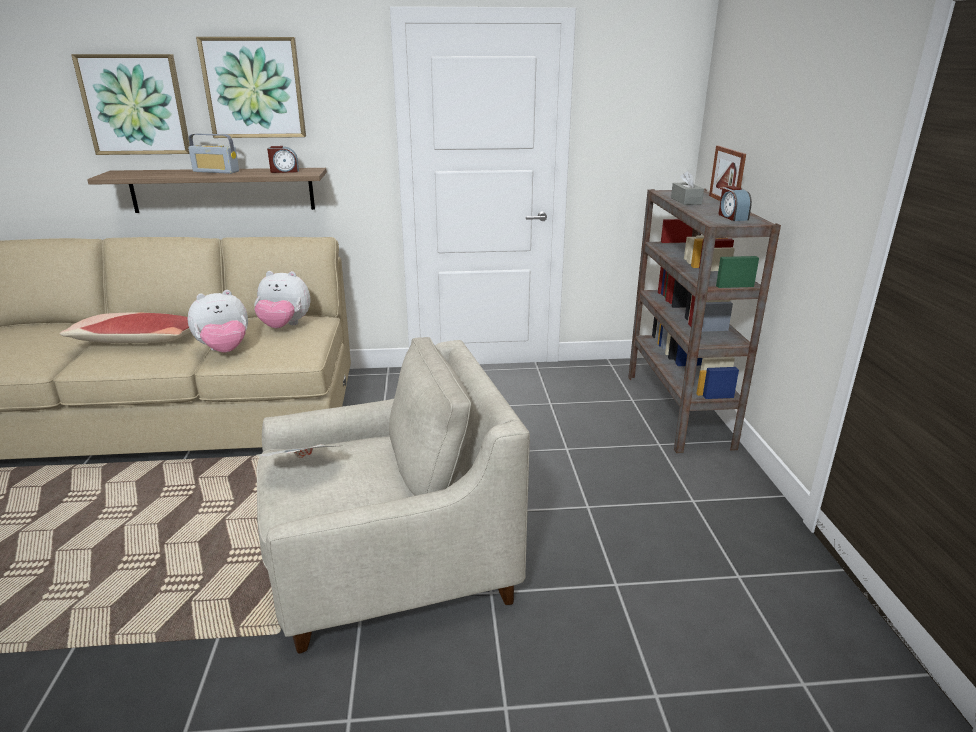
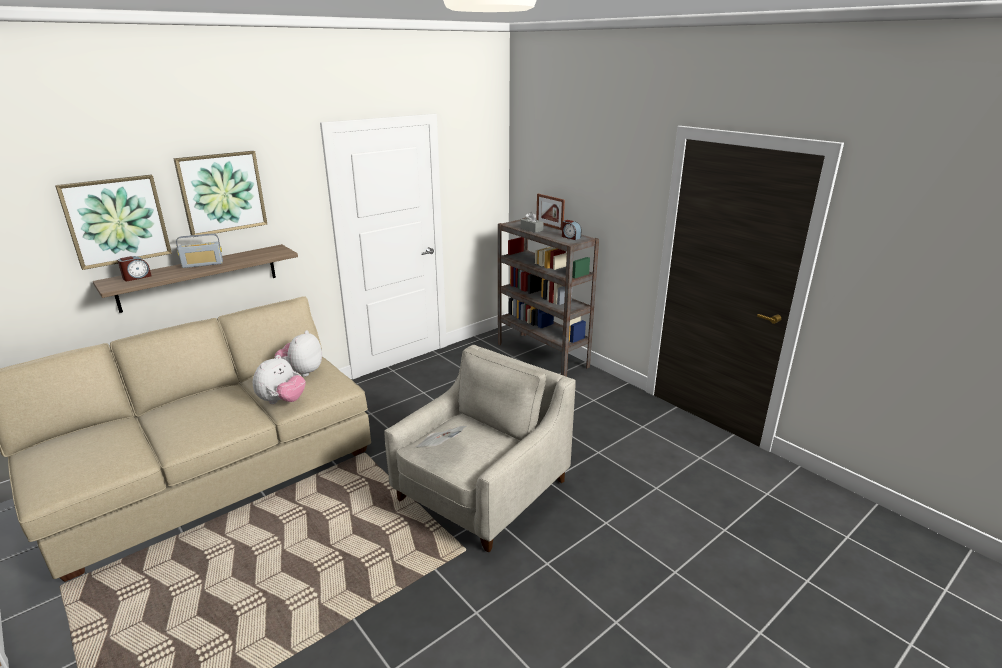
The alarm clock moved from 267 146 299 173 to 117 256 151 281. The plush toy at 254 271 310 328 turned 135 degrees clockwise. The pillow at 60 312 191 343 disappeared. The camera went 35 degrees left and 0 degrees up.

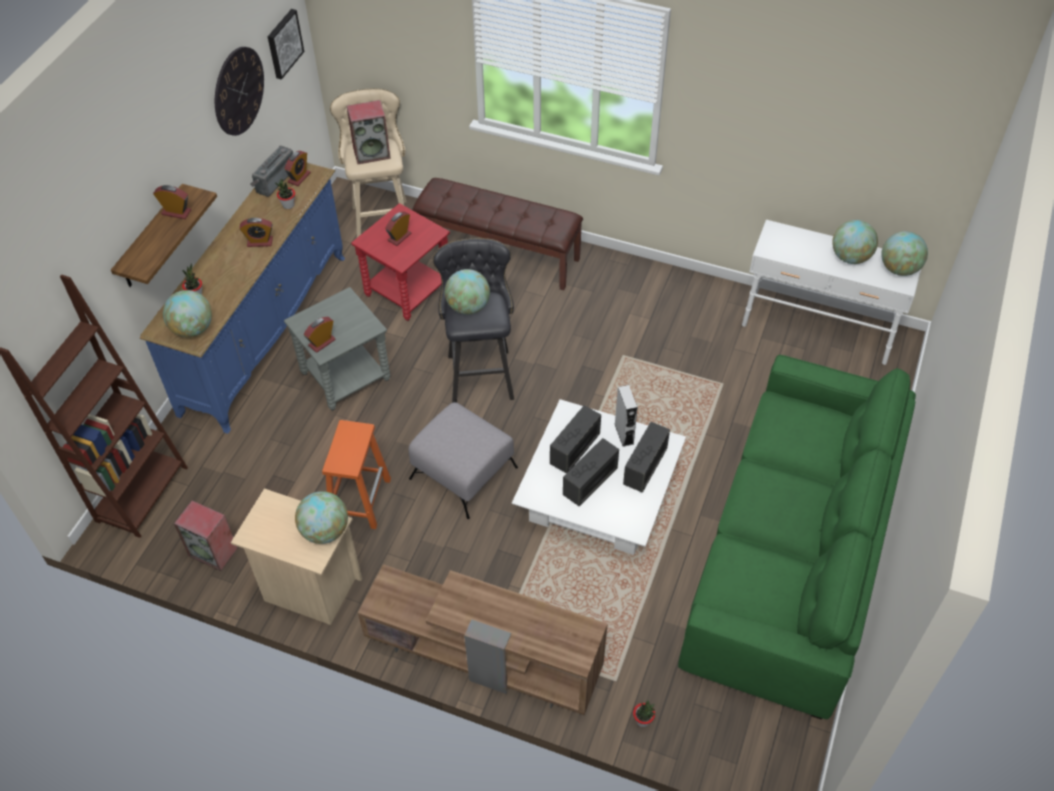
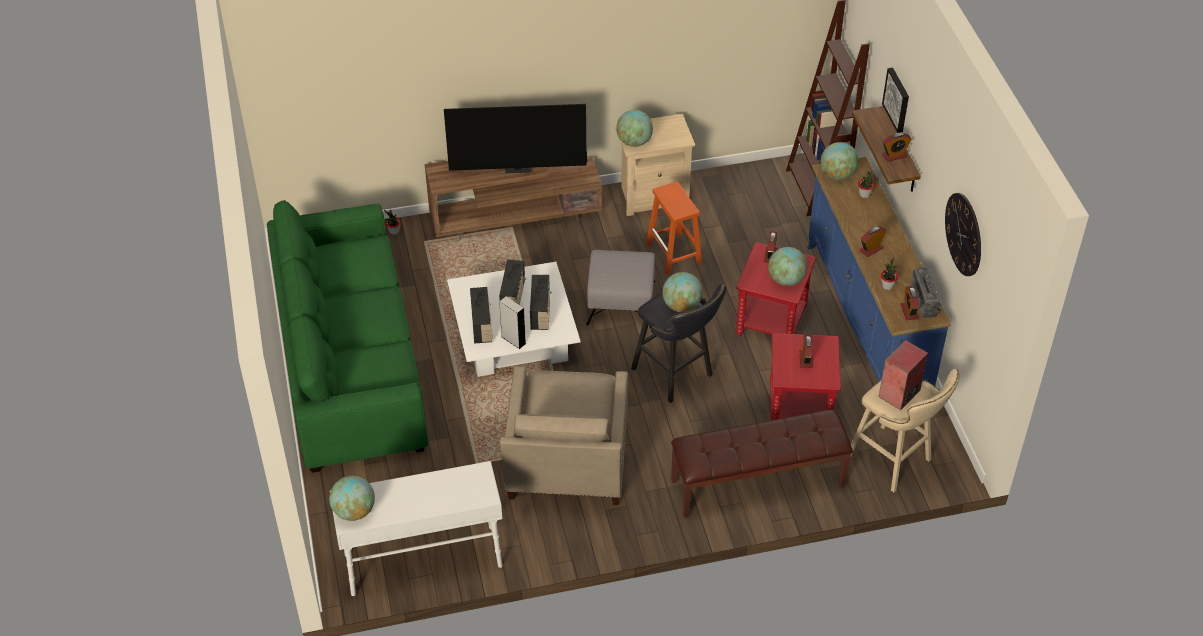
The television at 444 104 587 173 appeared. The beige armchair at 500 366 628 505 appeared. The grey side table at 284 287 390 410 became the red side table at 736 242 816 336. The globe moved from 832 220 878 264 to 768 247 807 286. The picture moved from 268 9 304 80 to 882 68 909 133. The speaker at 174 501 238 571 disappeared. The camera went 145 degrees right and 5 degrees down.

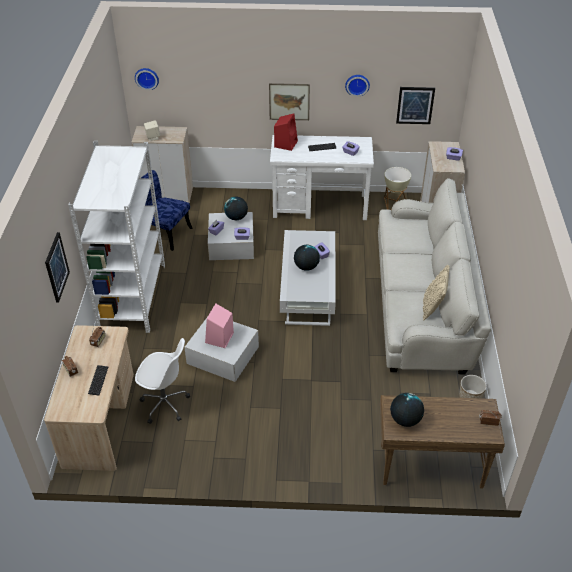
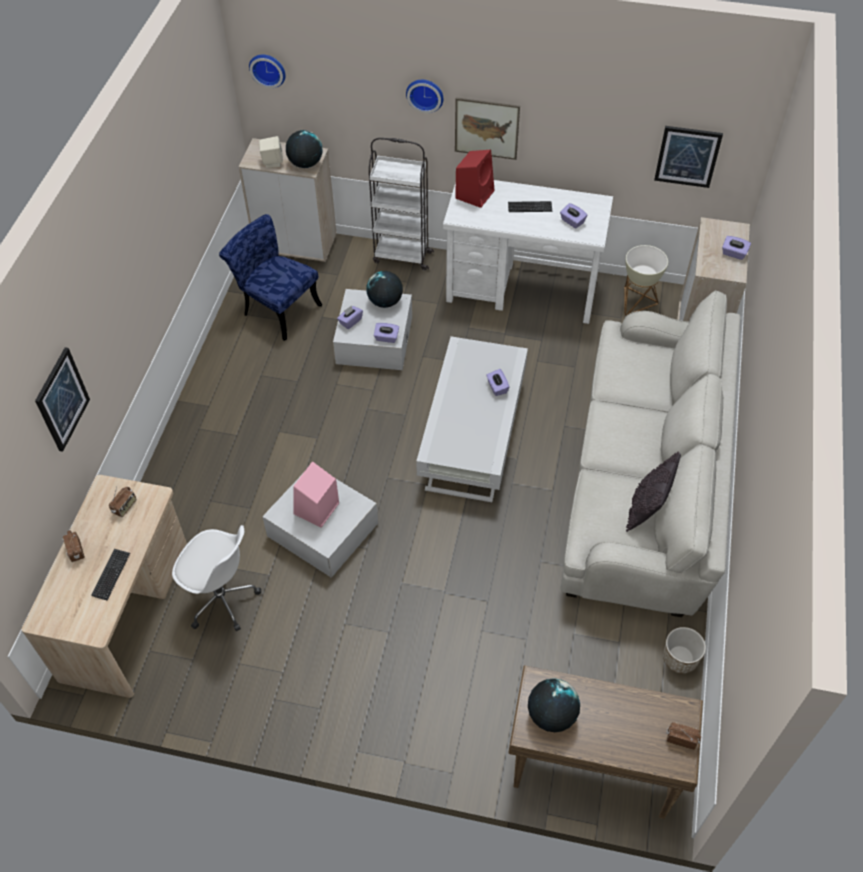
The globe moved from 294 245 320 271 to 286 130 322 168. The white cart at 369 138 434 271 appeared. The wall clock moved from 345 75 370 97 to 406 80 443 113. The beige pillow at 423 265 450 321 became the black pillow at 626 452 681 532. The white bookcase at 68 141 165 333 disappeared. The camera went 10 degrees right and 10 degrees up.

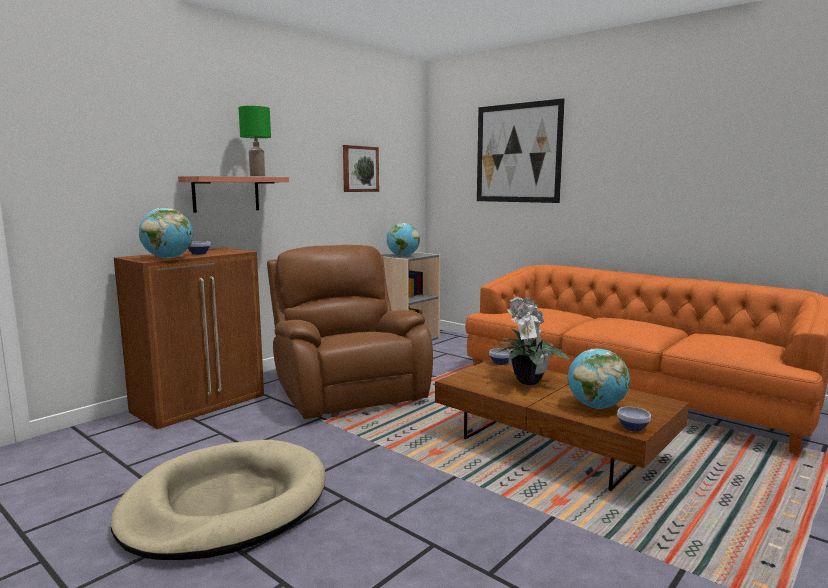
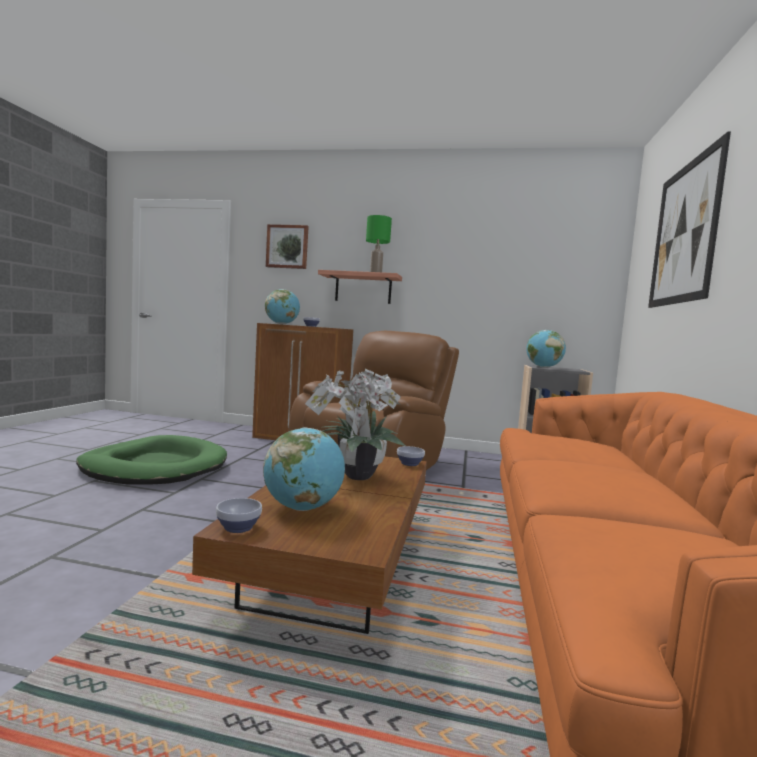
The beige dog bed at 111 440 326 560 became the green dog bed at 76 435 227 485. The picture moved from 343 145 379 192 to 266 224 309 269. The camera went 60 degrees right and 5 degrees down.

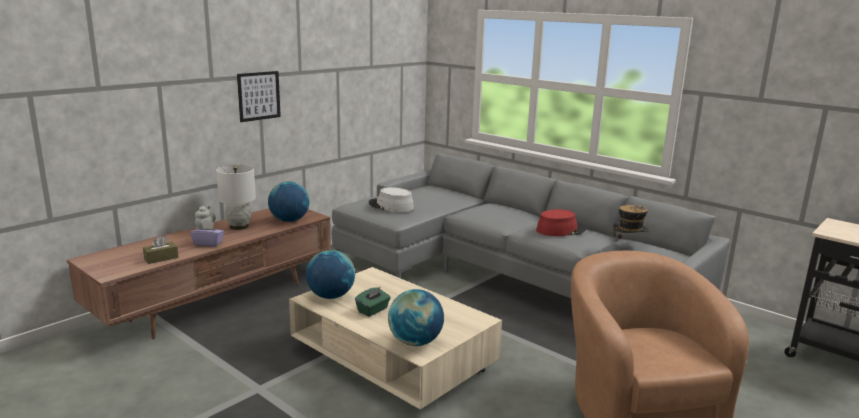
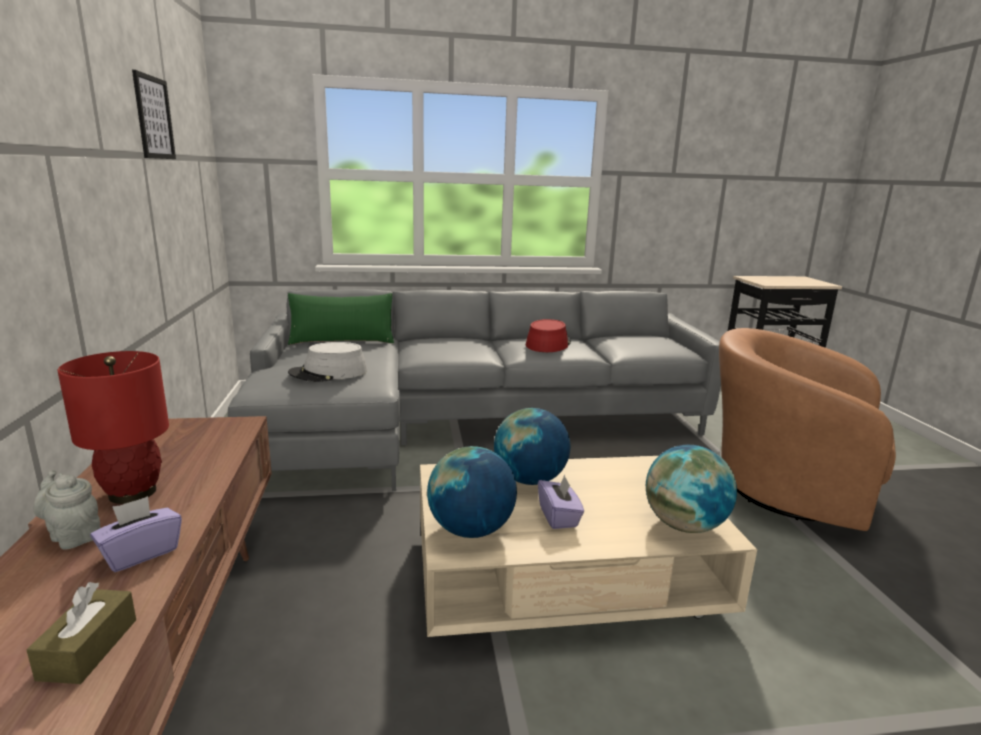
The white table lamp at 216 165 256 230 became the red table lamp at 58 351 169 504. The picture moved from 237 71 281 122 to 132 70 176 159. The green pillow at 288 293 394 345 appeared. The globe moved from 268 181 309 222 to 494 408 570 485. The green tissue box at 355 287 391 317 became the purple tissue box at 538 475 584 529. The hat at 612 205 649 248 disappeared. The camera went 50 degrees left and 0 degrees up.

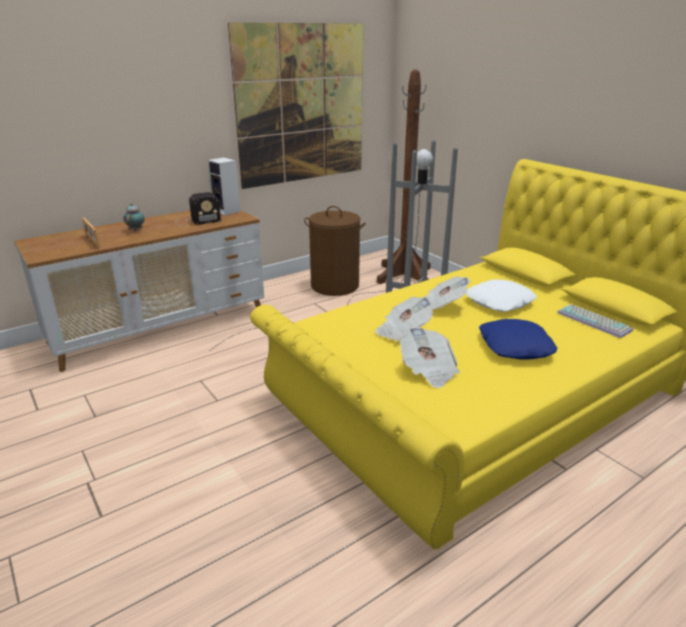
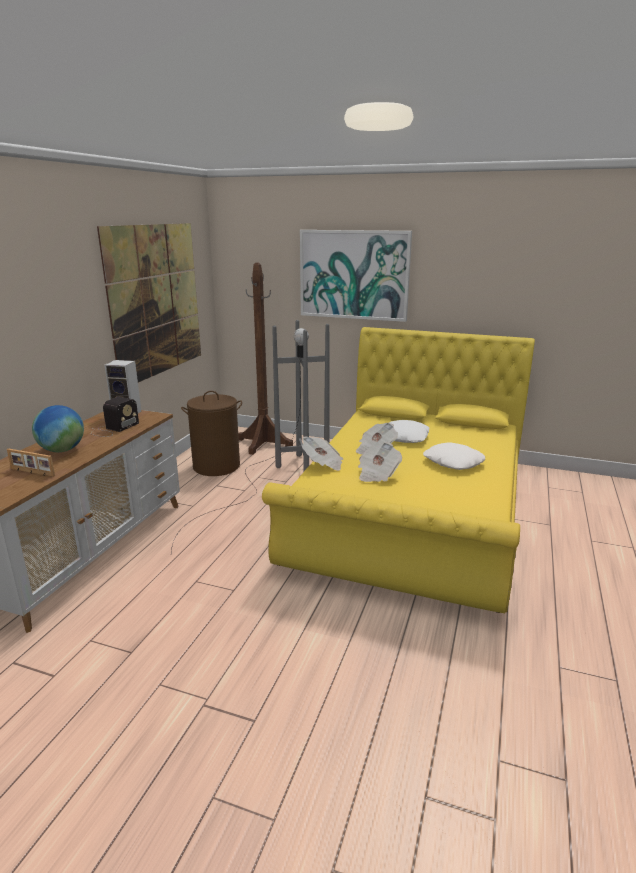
The teapot at 123 203 145 231 was replaced by the globe at 32 405 84 452. The picture at 300 230 412 322 appeared. The newspaper moved from 400 326 460 388 to 302 436 343 471. The blue pillow at 479 319 557 360 became the white pillow at 423 442 485 470. The keyboard at 557 304 633 338 disappeared. The camera went 35 degrees left and 5 degrees down.

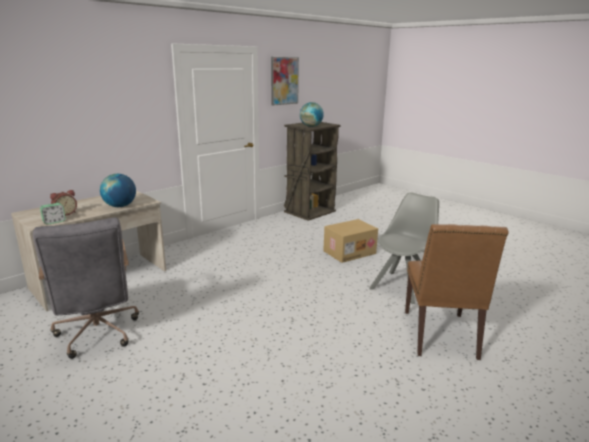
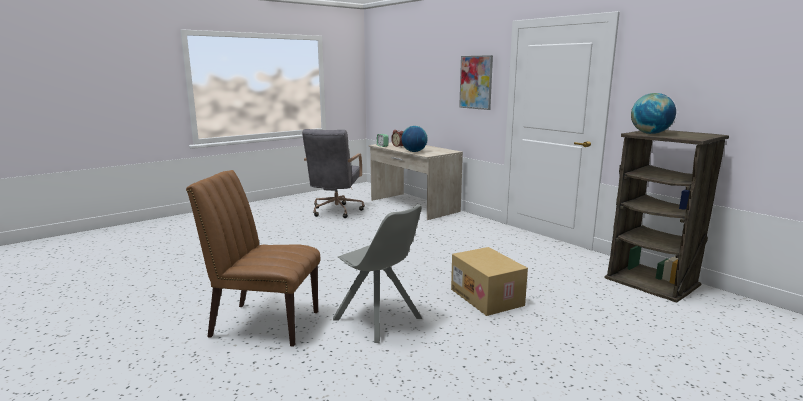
The grey office chair at 33 217 139 359 turned 60 degrees counterclockwise. The picture moved from 271 57 299 105 to 459 55 493 110. The camera went 95 degrees right and 5 degrees down.

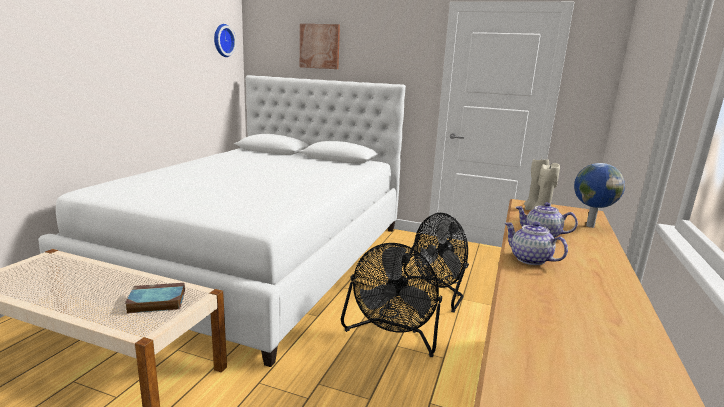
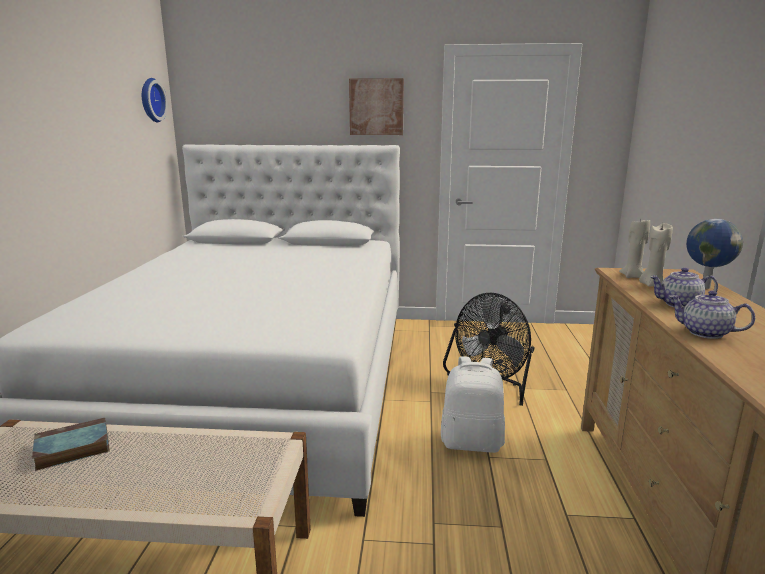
The book moved from 125 283 185 314 to 32 418 110 471. The picture moved from 300 24 340 69 to 349 78 404 135. The black fan at 341 243 442 357 was replaced by the white backpack at 441 356 505 453. The camera went 15 degrees left and 0 degrees up.

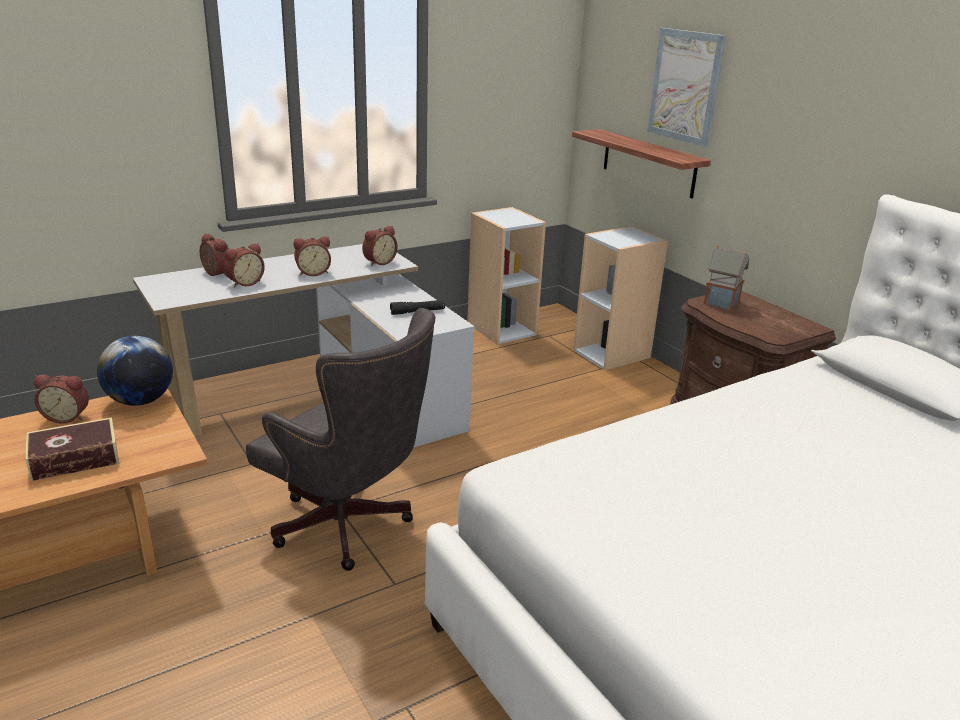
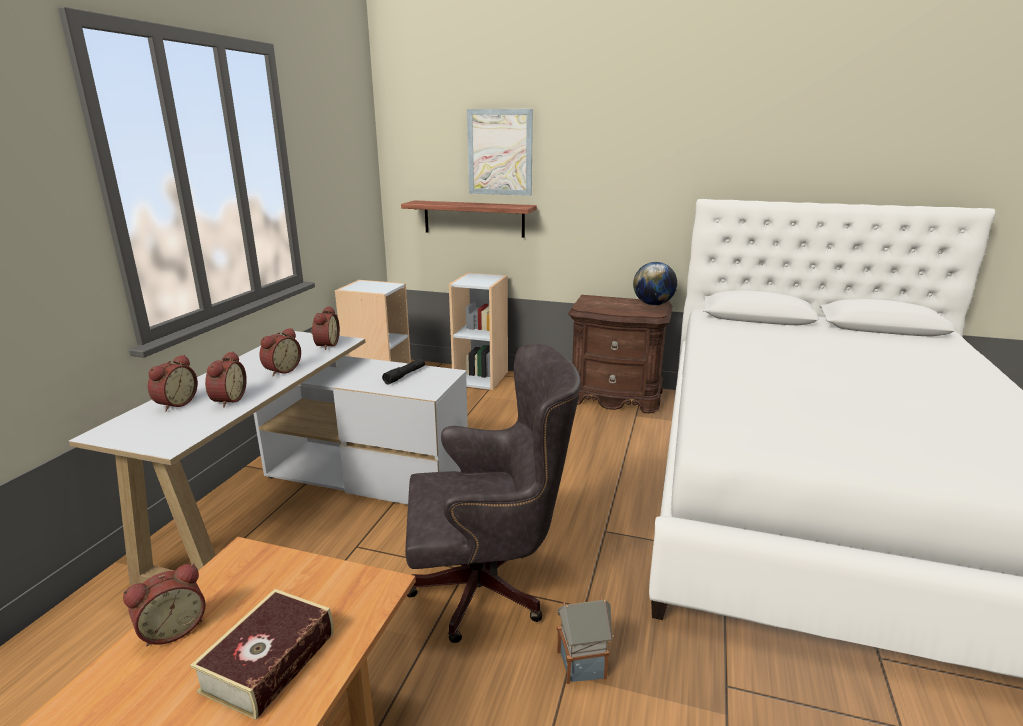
The alarm clock at 200 233 229 277 turned 105 degrees clockwise. The toy house moved from 704 246 750 311 to 556 597 614 684. The globe moved from 97 336 173 406 to 633 262 677 305. The camera went 40 degrees left and 5 degrees down.

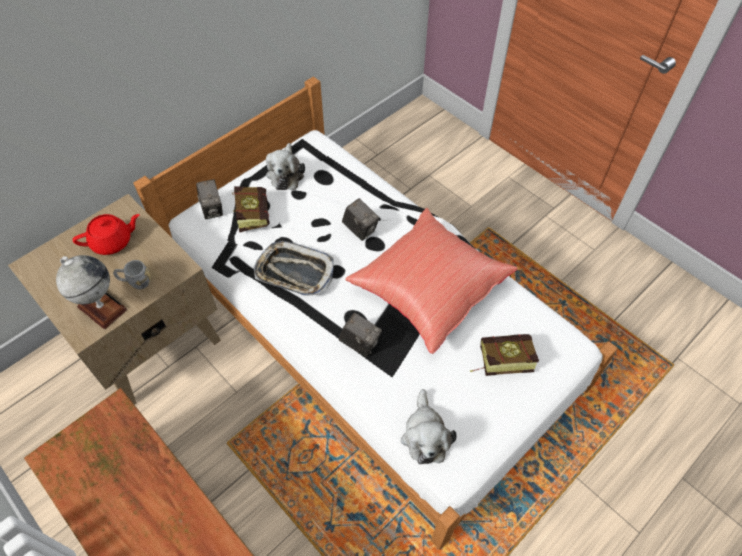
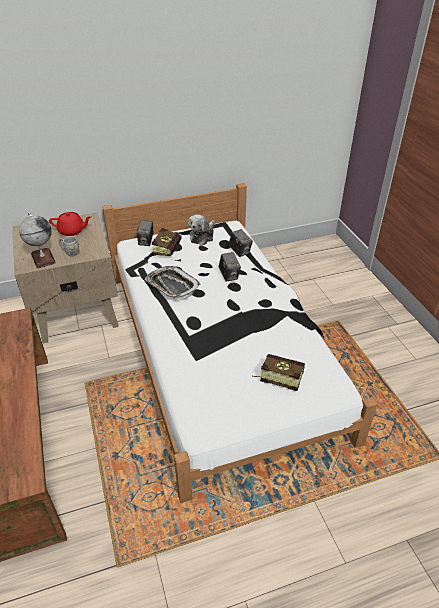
The photo camera moved from 339 313 382 357 to 228 229 253 257. The red pillow at 345 208 517 354 disappeared. The plush toy at 401 389 457 464 disappeared. The camera went 25 degrees right and 15 degrees down.

